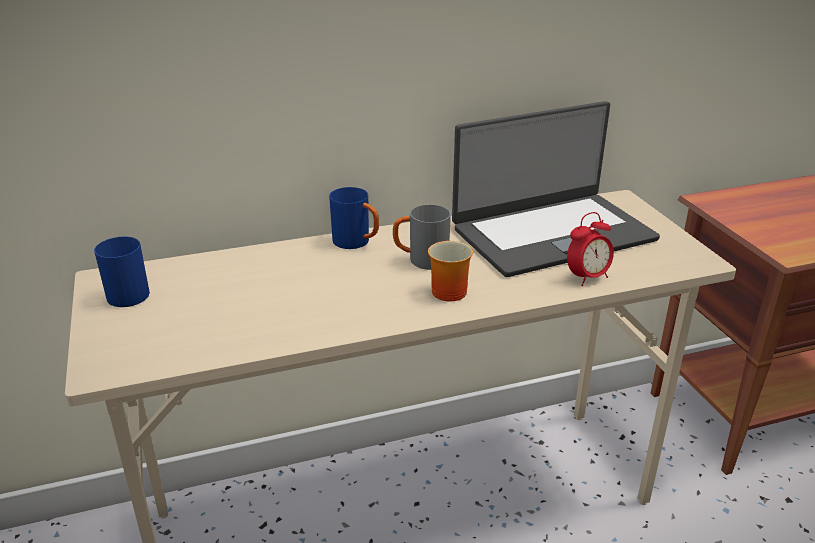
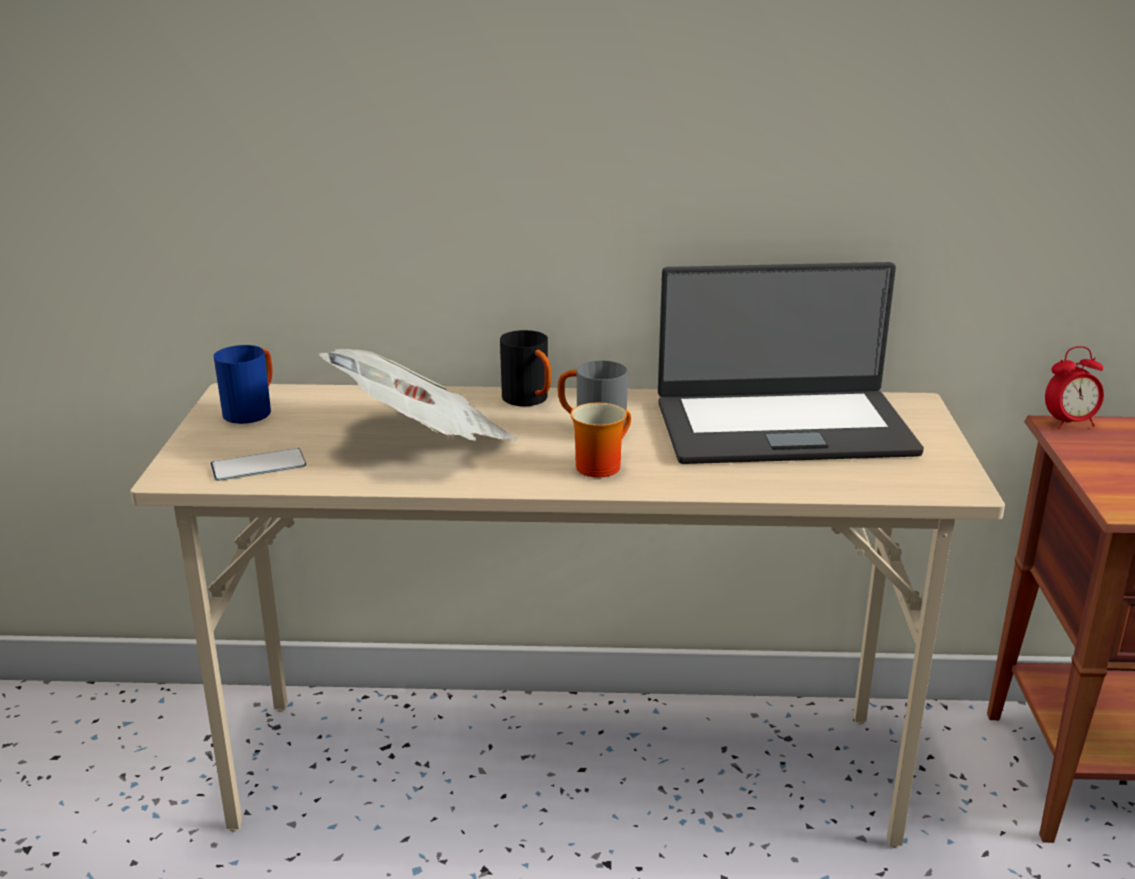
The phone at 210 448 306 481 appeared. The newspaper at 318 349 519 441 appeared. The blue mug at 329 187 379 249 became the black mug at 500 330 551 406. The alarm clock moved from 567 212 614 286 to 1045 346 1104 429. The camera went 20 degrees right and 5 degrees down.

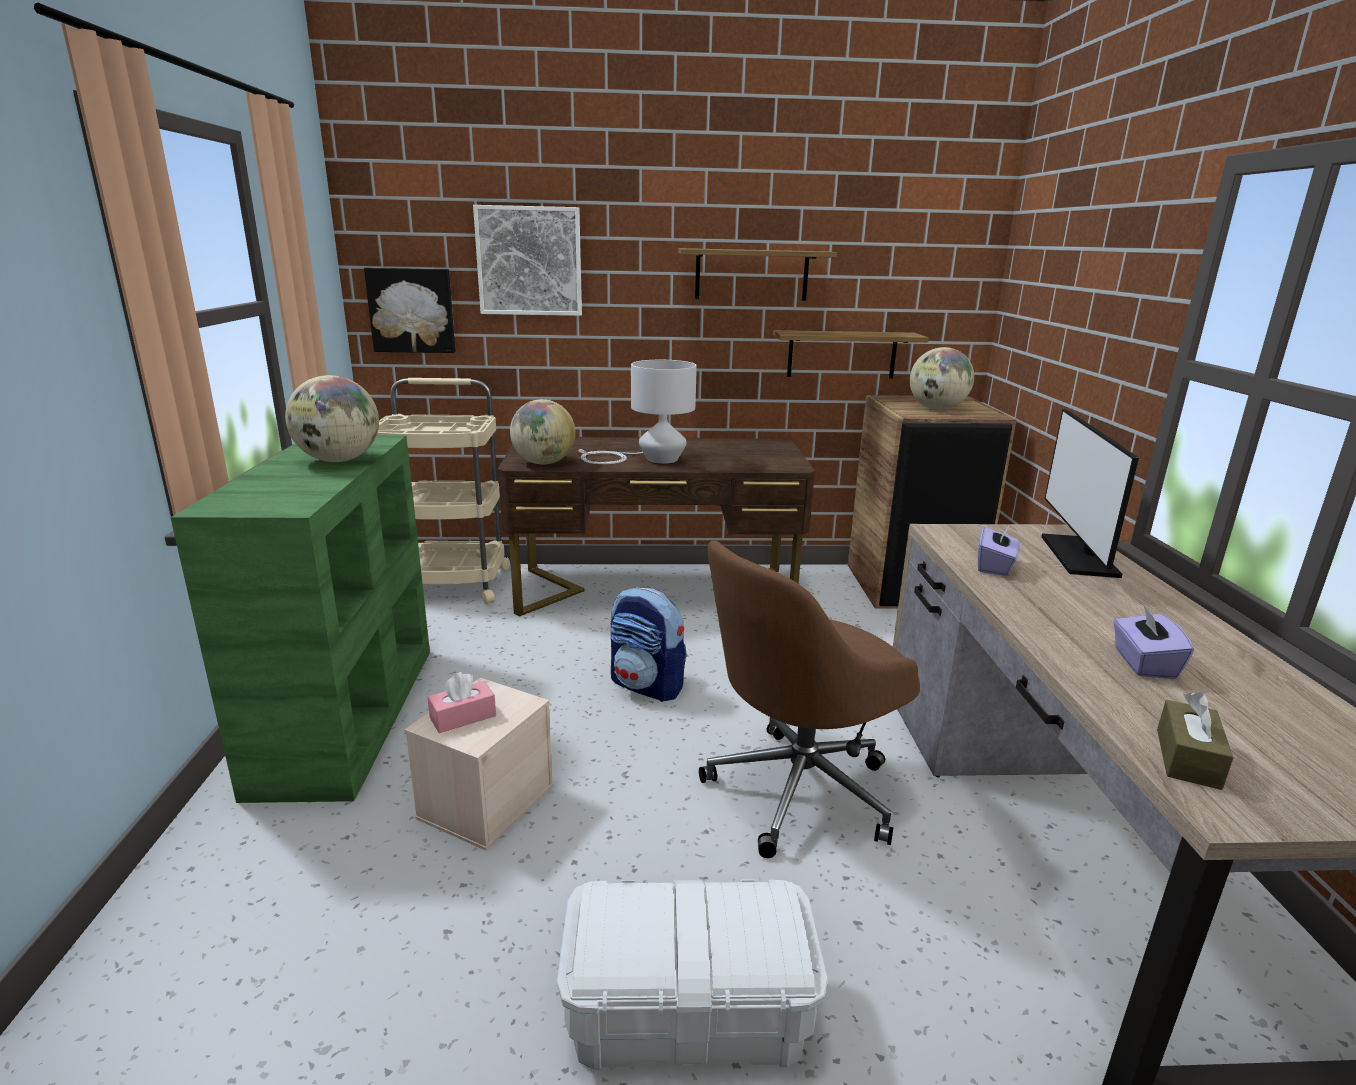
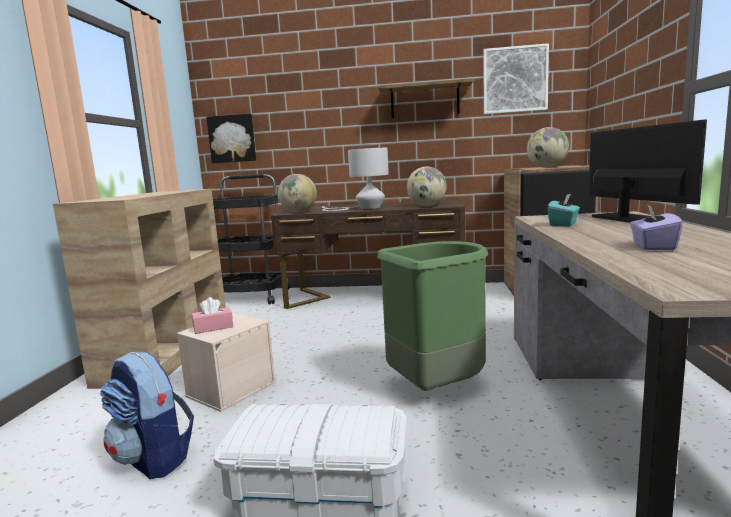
The green bookcase at 170 435 430 803 became the brown bookcase at 53 189 226 389. The backpack moved from 611 587 687 702 to 100 352 194 479. The beige cart at 377 378 510 604 became the black cart at 213 174 290 305. The brown office chair at 699 541 920 858 was replaced by the green trash can at 377 241 489 391. The globe moved from 285 375 379 462 to 407 167 447 207. The picture moved from 473 205 582 316 to 483 43 549 114. The purple tissue box at 978 526 1020 576 became the turquoise tissue box at 547 194 580 227. The monitor at 1041 409 1139 578 turned 150 degrees clockwise. The shelf at 773 330 929 378 disappeared. The brown tissue box at 1157 692 1234 790 disappeared. The camera went 10 degrees right and 10 degrees down.

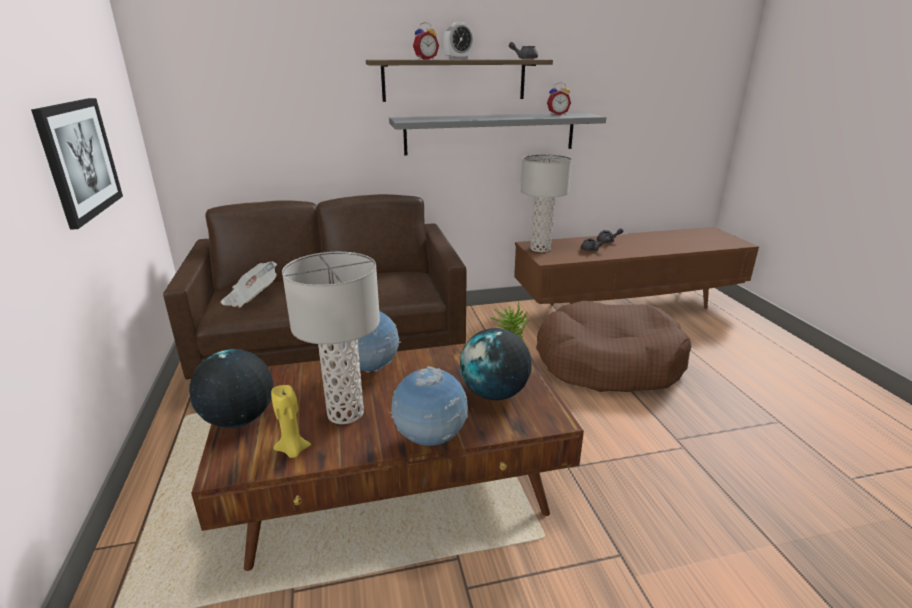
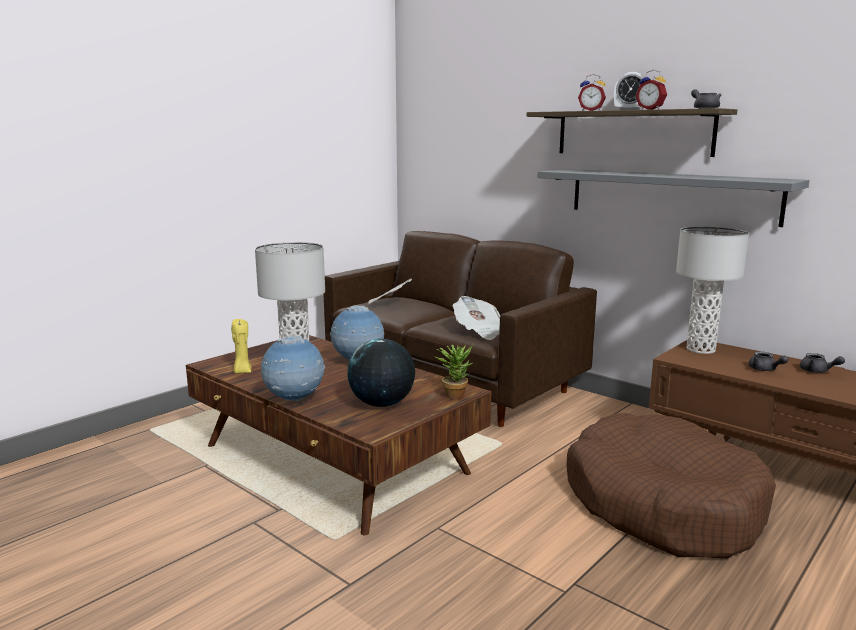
The newspaper at 453 296 500 340 appeared. The alarm clock moved from 547 82 571 115 to 636 70 667 110. The picture at 31 98 123 230 disappeared. The globe at 189 349 273 428 disappeared. The camera went 55 degrees right and 10 degrees down.

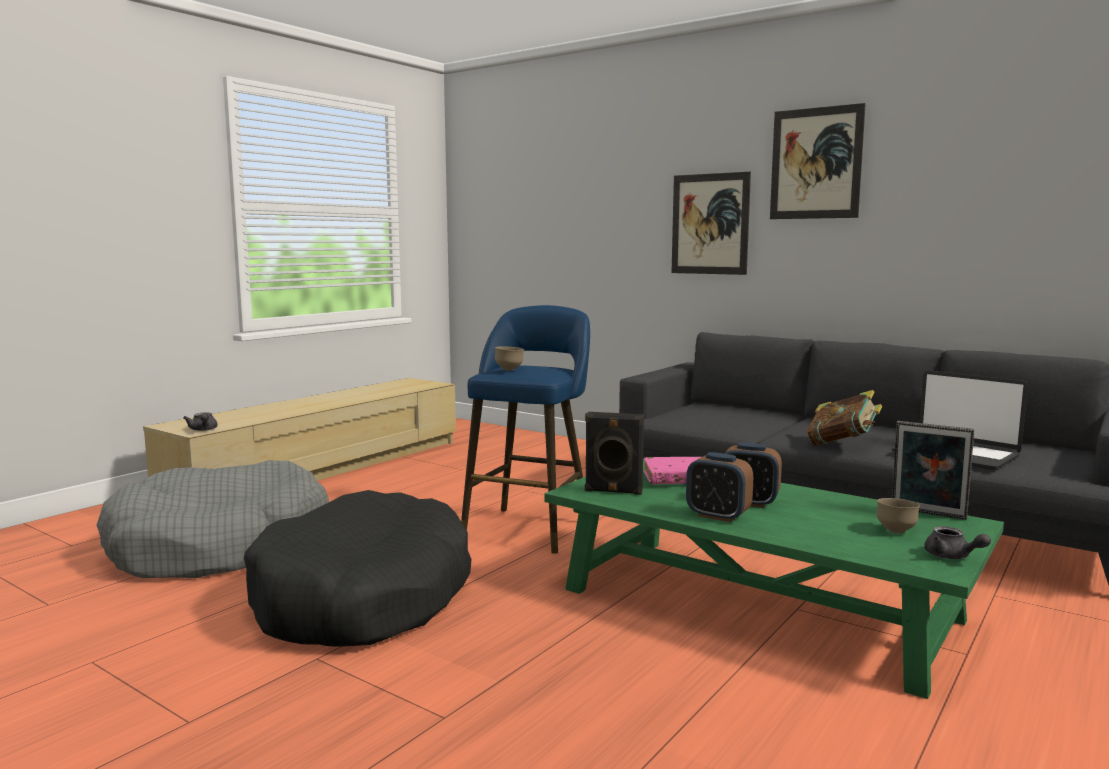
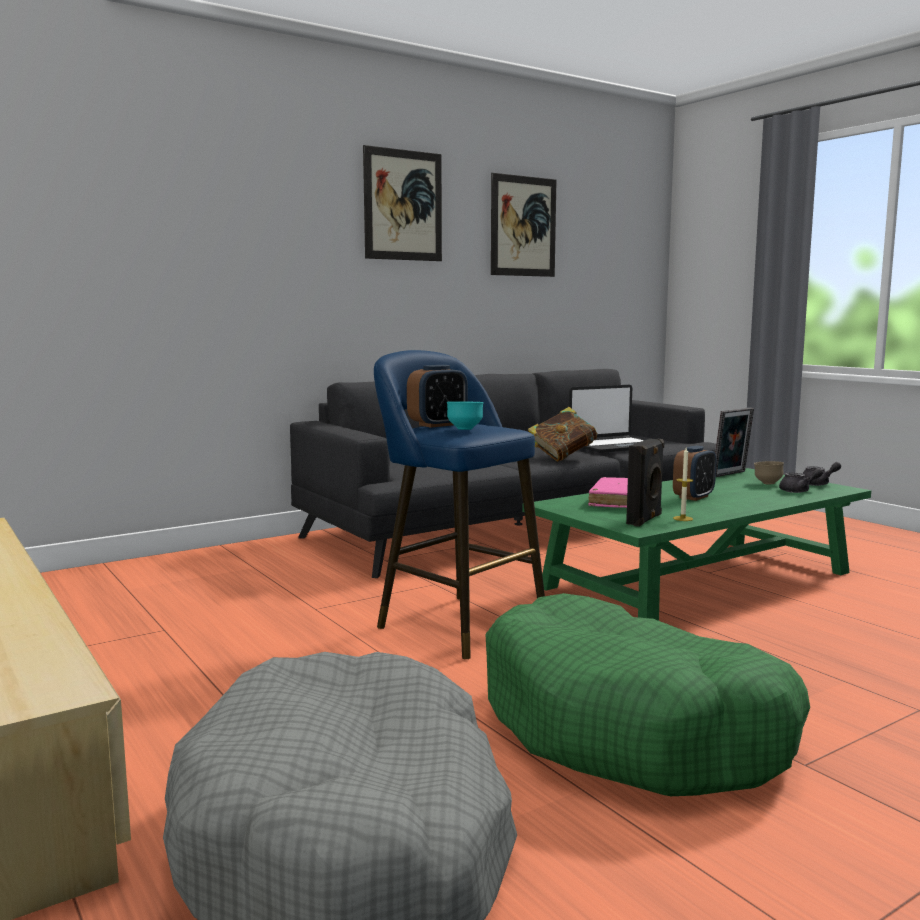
The alarm clock moved from 686 452 753 522 to 407 365 468 428. The brown bowl at 495 346 524 371 became the turquoise bowl at 447 401 484 430. The black dog bed at 244 490 472 647 became the green dog bed at 485 593 810 796. The picture moved from 671 172 751 275 to 491 173 557 277. The candle at 673 448 693 521 appeared. The grey teapot moved from 183 413 217 431 to 779 468 823 493. The camera went 70 degrees left and 0 degrees up.

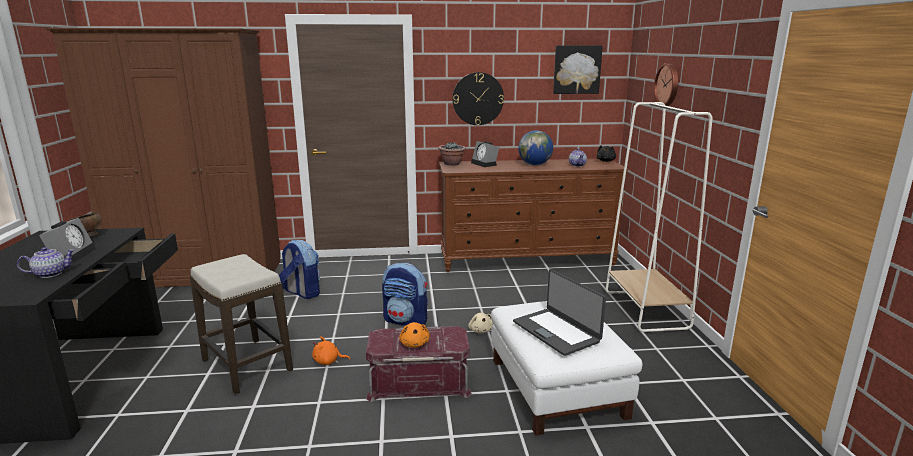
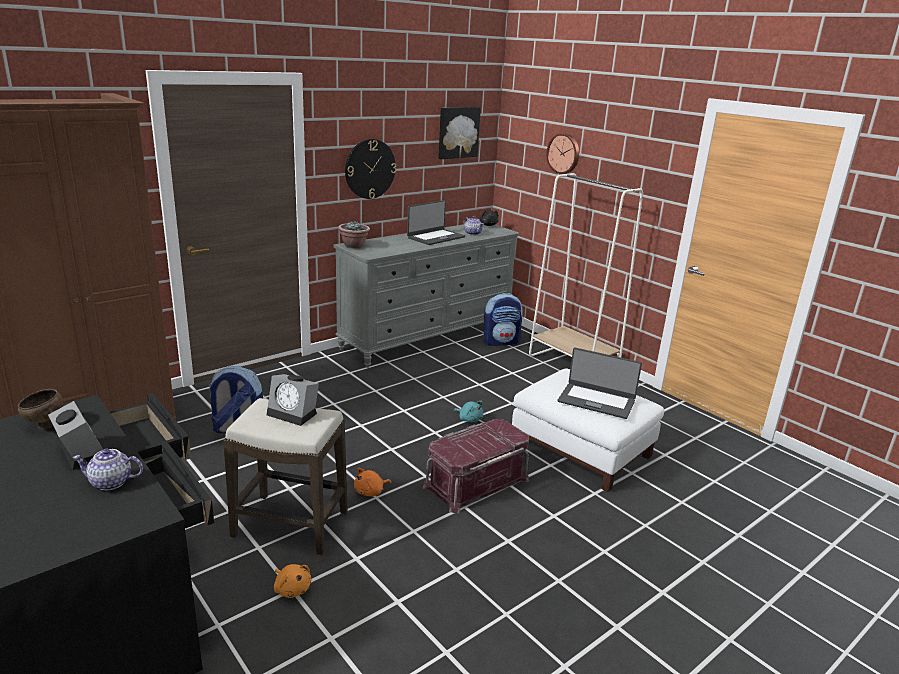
The teapot at 17 247 75 278 turned 120 degrees counterclockwise. The alarm clock moved from 471 141 499 167 to 267 374 319 426. The orange plush toy moved from 399 322 430 348 to 274 564 311 598. The brown dresser at 439 159 628 272 became the grey dresser at 333 224 519 368. The globe at 518 130 553 165 was replaced by the laptop at 407 200 465 245. The beige plush toy at 468 313 493 333 became the turquoise plush toy at 454 401 483 422. The backpack moved from 382 263 428 326 to 483 293 523 346. The camera went 35 degrees left and 5 degrees up.

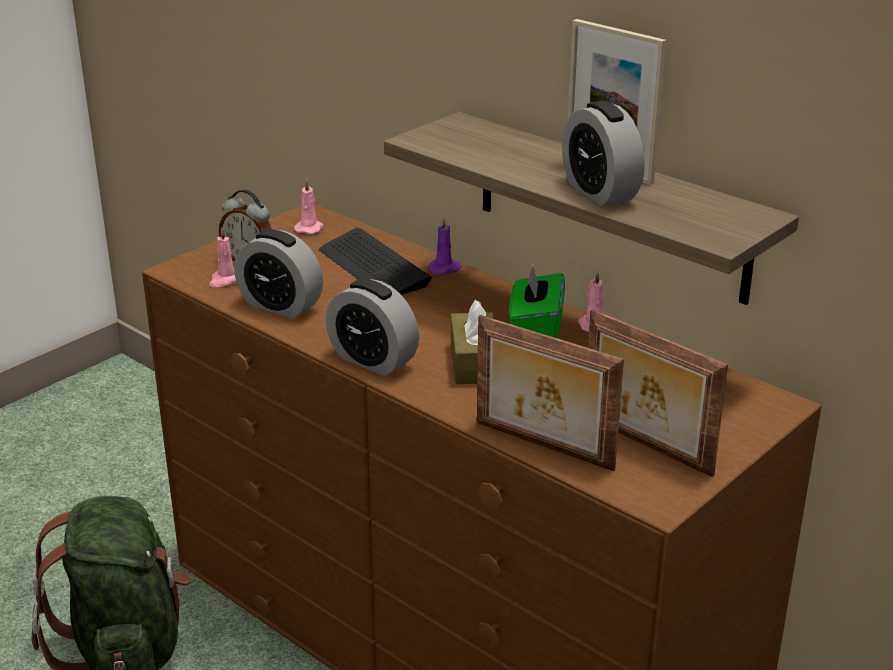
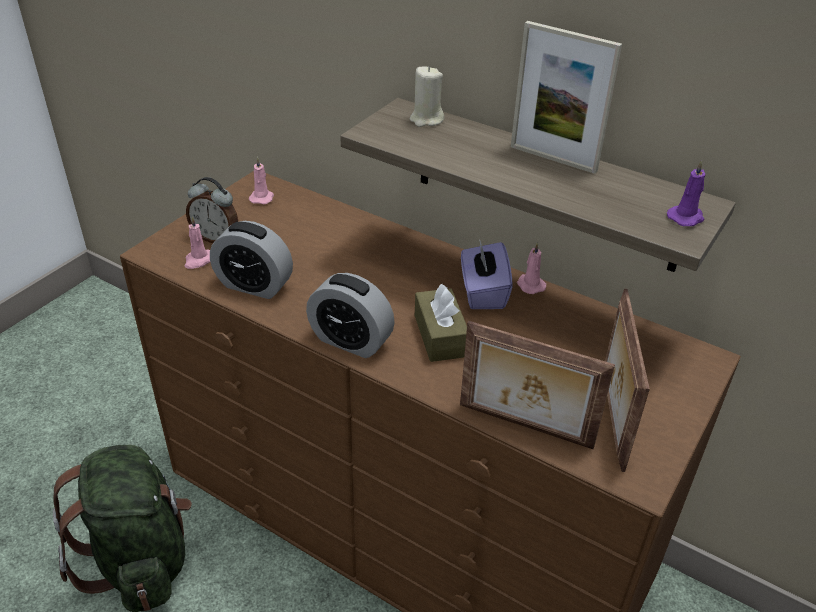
The beige candle at 410 66 444 127 appeared. The green tissue box at 509 264 565 338 became the purple tissue box at 461 241 512 309. The picture frame at 588 309 728 477 turned 60 degrees clockwise. The purple candle moved from 428 217 462 274 to 667 160 705 226. The keyboard at 319 228 432 295 disappeared. The alarm clock at 562 101 644 206 disappeared. The camera went 10 degrees left and 10 degrees up.

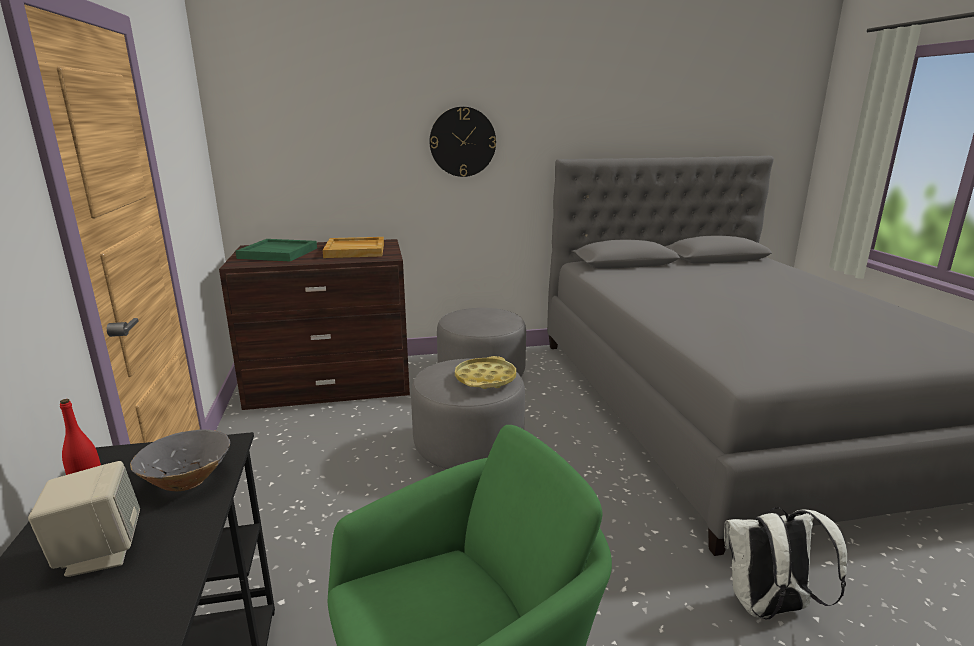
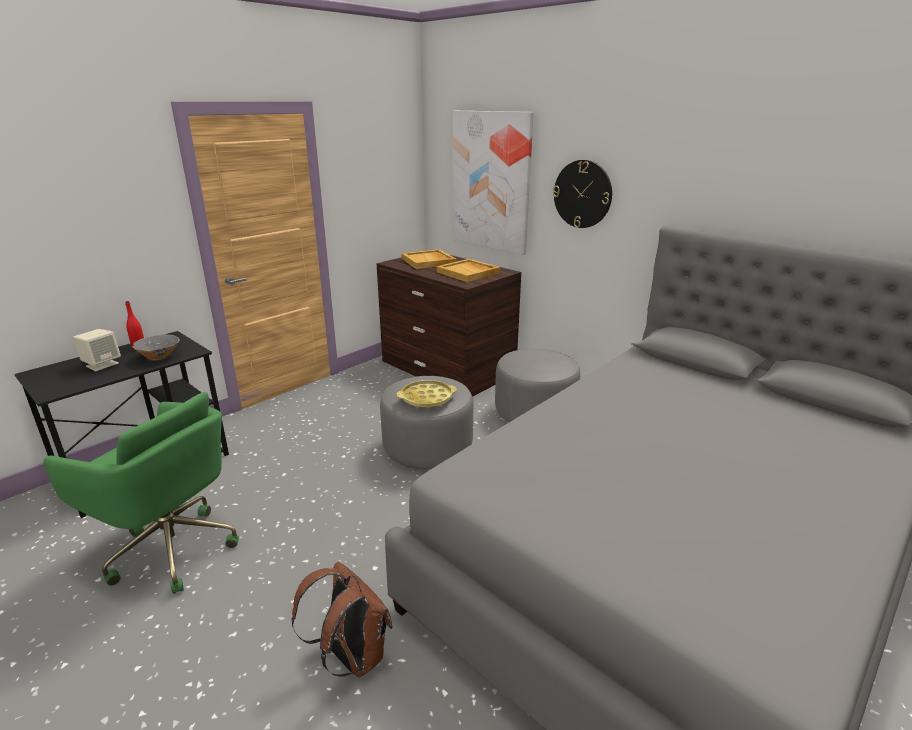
The white backpack at 724 507 847 619 became the brown backpack at 291 562 392 678. The green tray at 235 239 317 261 became the beige tray at 401 249 456 269. The picture at 453 111 534 255 appeared. The camera went 55 degrees right and 5 degrees up.

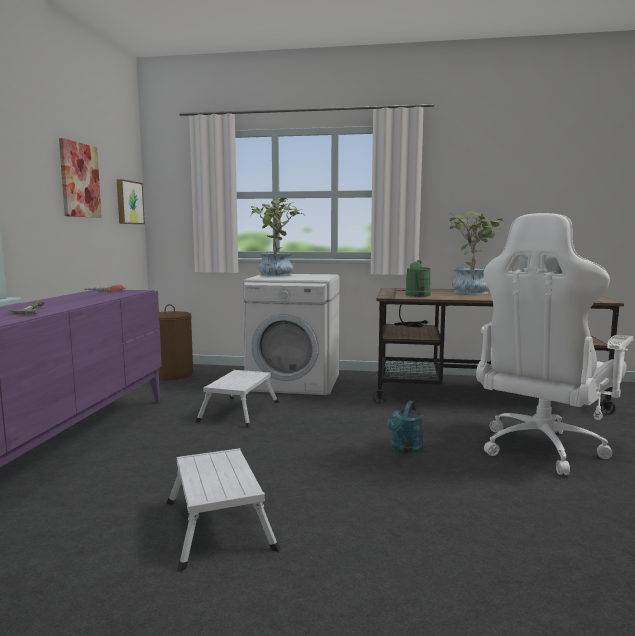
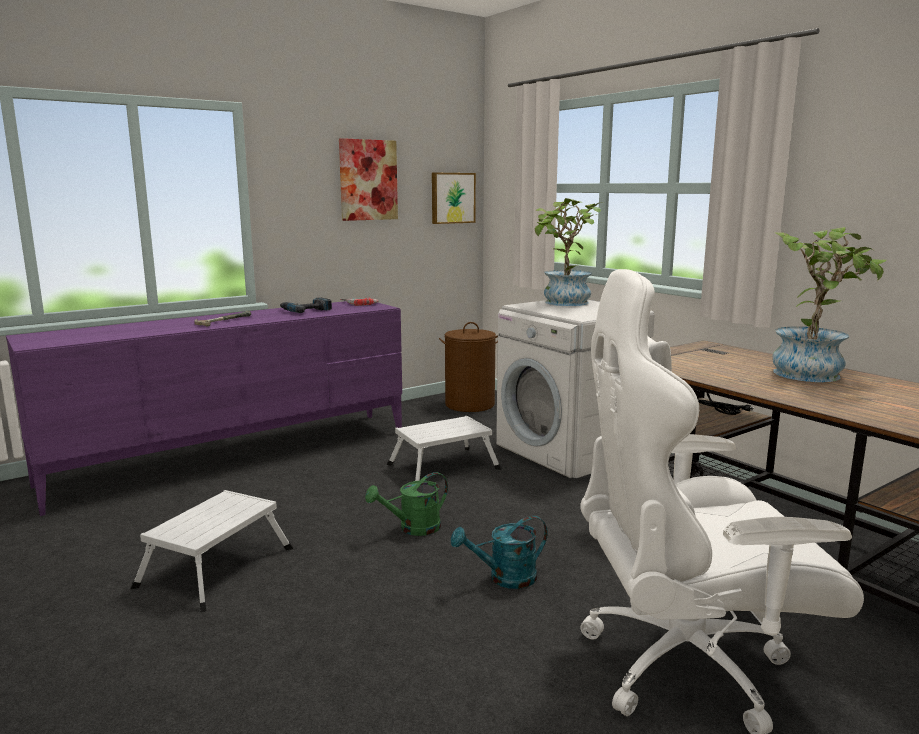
The power drill at 280 297 332 313 appeared. The green watering can moved from 406 260 431 297 to 365 472 448 536. The camera went 45 degrees right and 5 degrees up.

